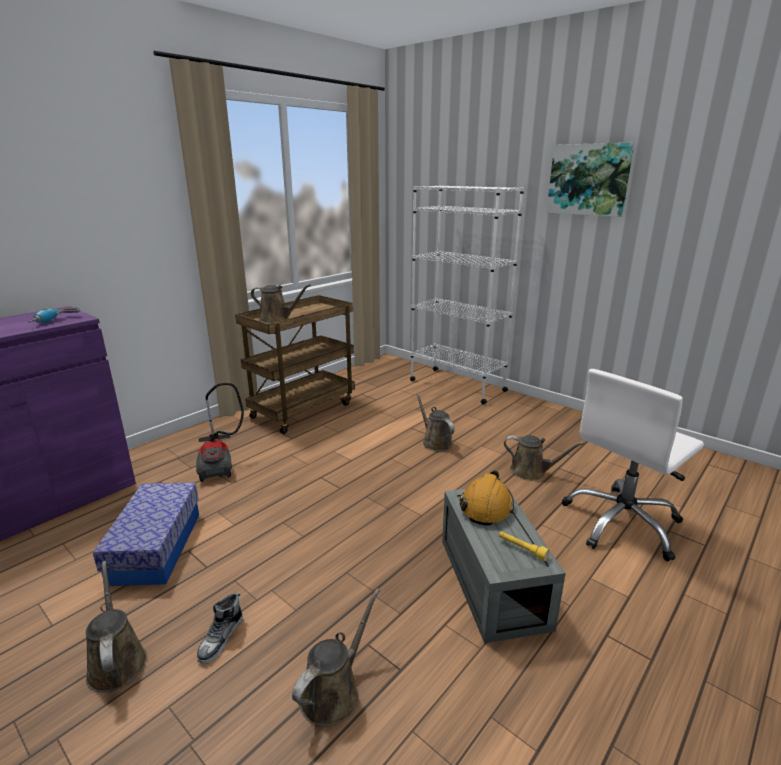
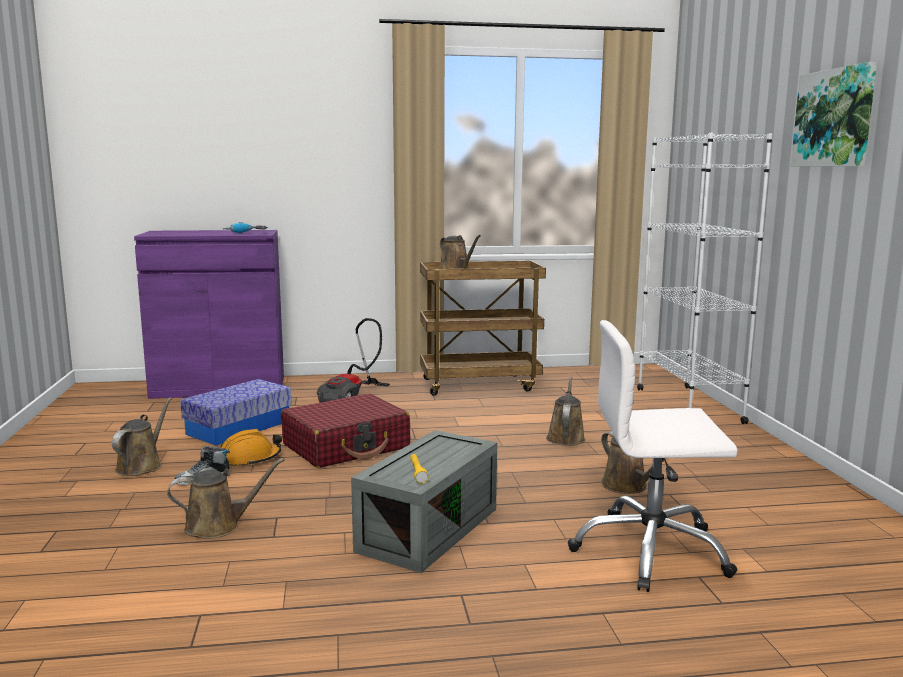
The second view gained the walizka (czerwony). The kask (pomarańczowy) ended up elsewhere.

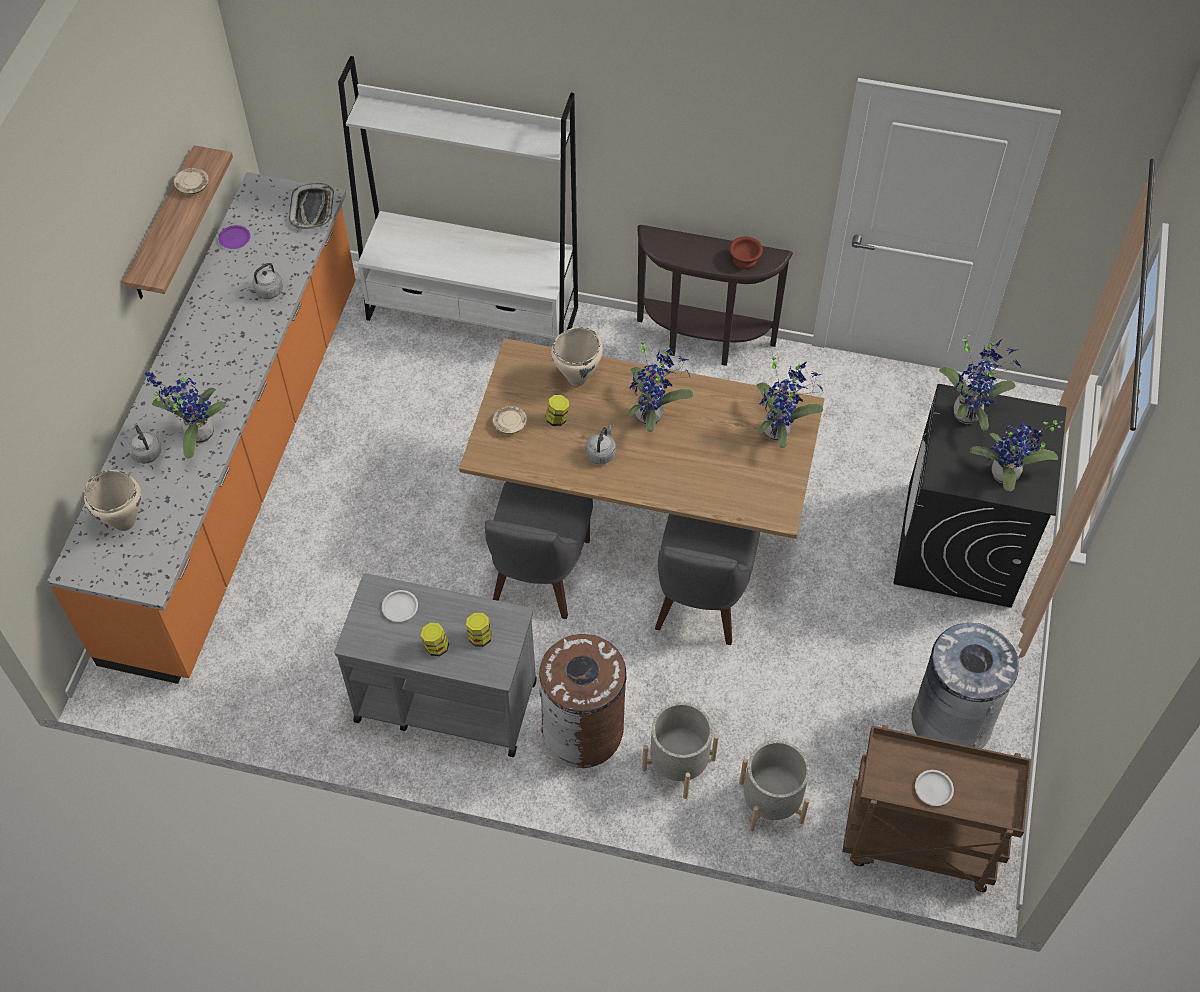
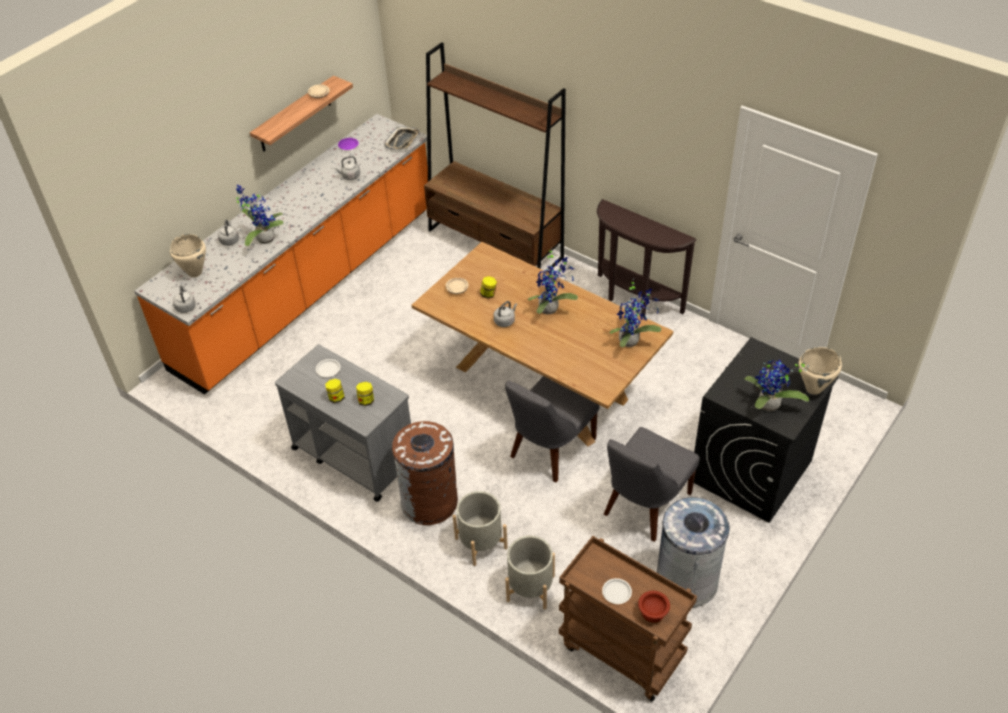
The second view lost the roślina doniczkowa (no. 4 from left). The second view gained the czajnik (szary) (no. 1 from left). The krzesło (szary) (no. 1 from left in the first image) ended up elsewhere. The garnek (beżowy) (no. 2 from left) ended up elsewhere. The miska (brązowy) ended up elsewhere. What was the regał (biały) turned into the regał (brązowy).

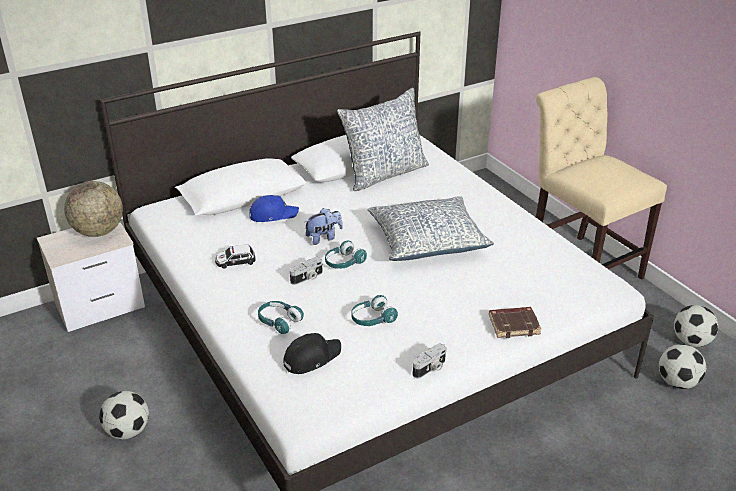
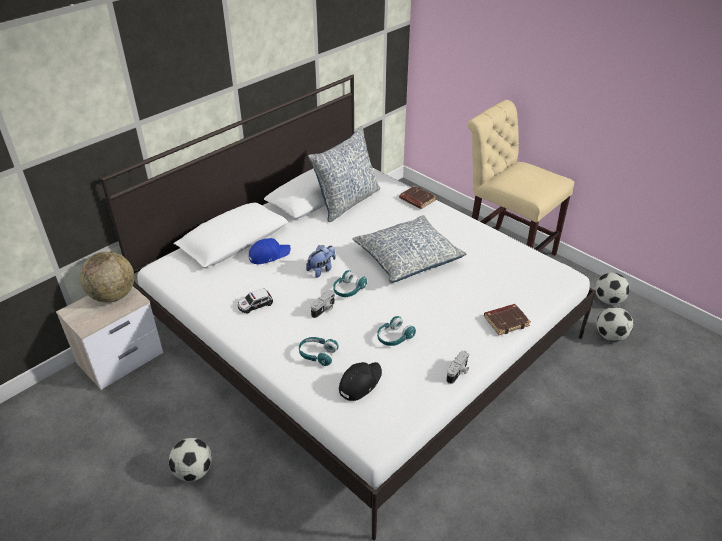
The second view gained the książka (brązowy) (no. 1 from left).

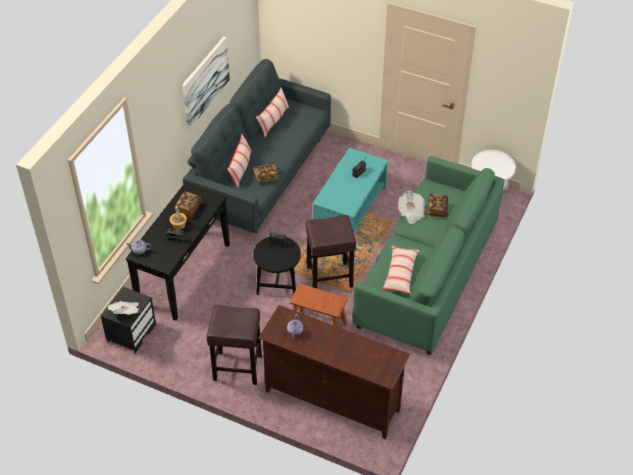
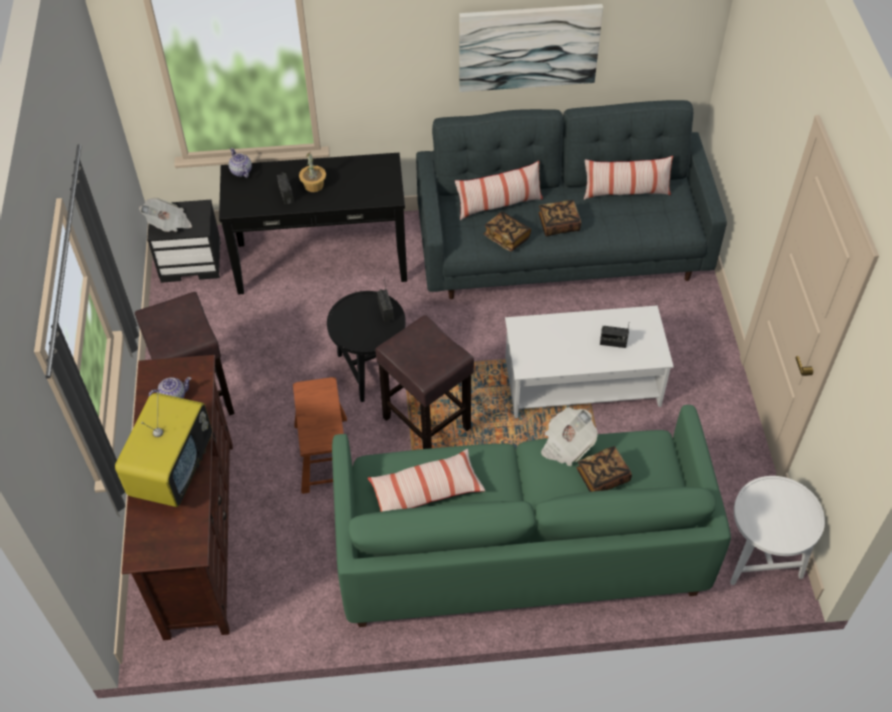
The second view gained the telewizor. The książka (no. 1 from left in the first image) ended up elsewhere. What was the ława (turkusowy) turned into the ława (biały).

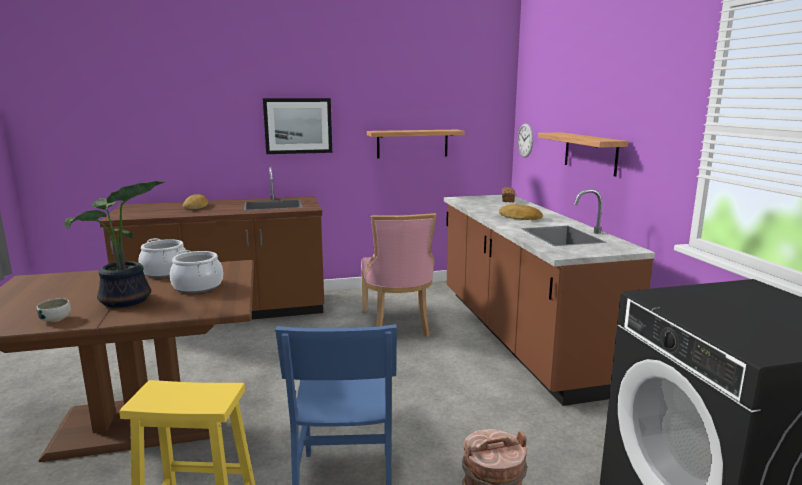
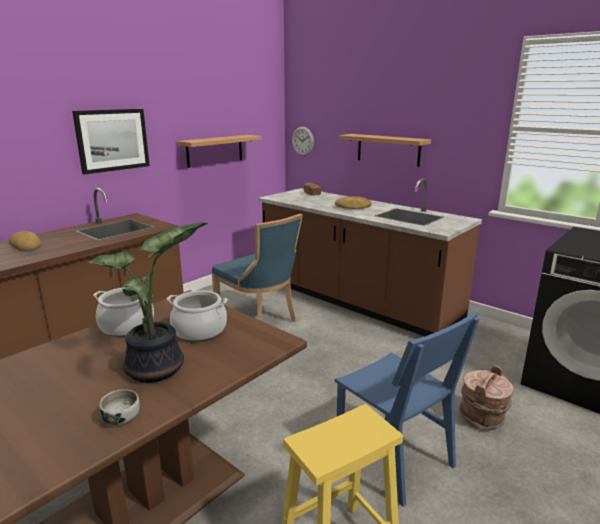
What was the krzesło (różowy) turned into the krzesło (niebieski) (no. 1 from left).

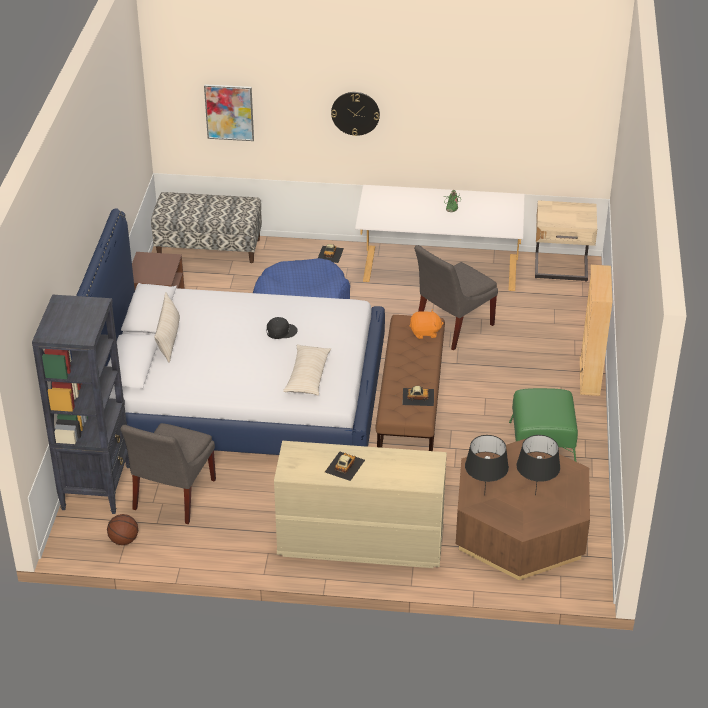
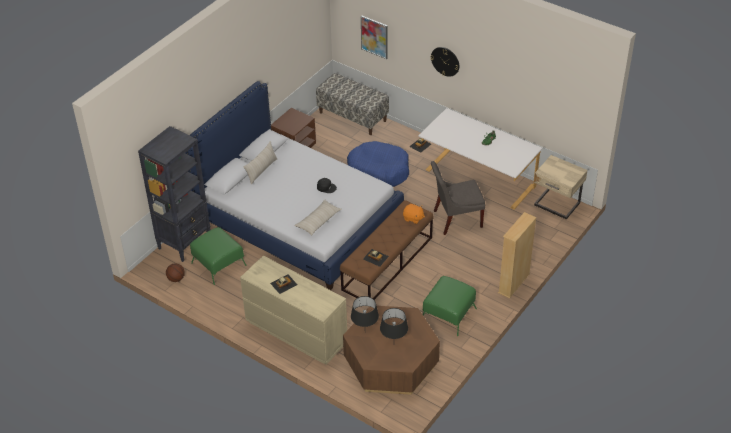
Where the krzesło (szary) (no. 1 from left) stood, the pufa (zielony) (no. 1 from left) came to stand.

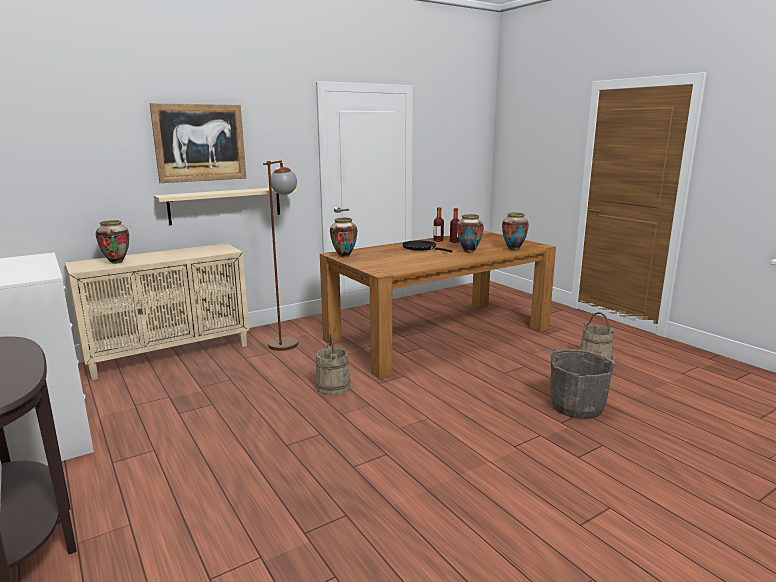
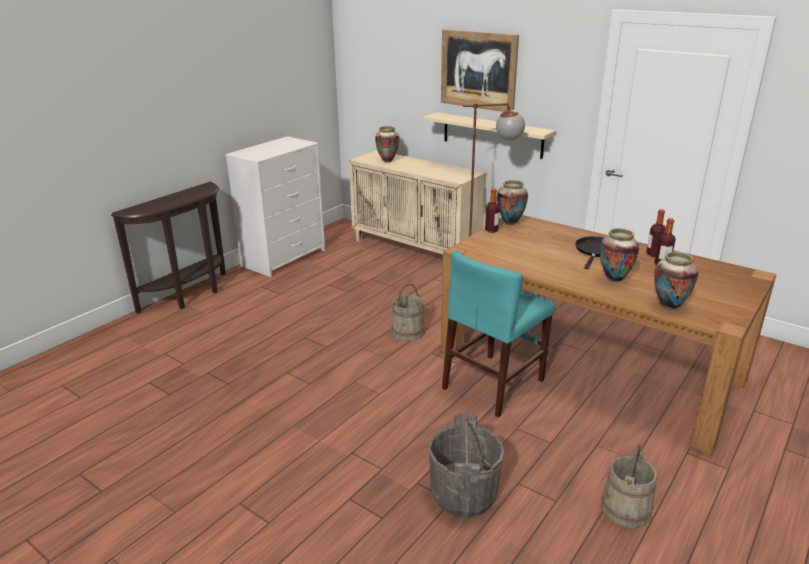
The second view gained the krzesło (turkusowy). The second view gained the butelka (no. 1 from left).

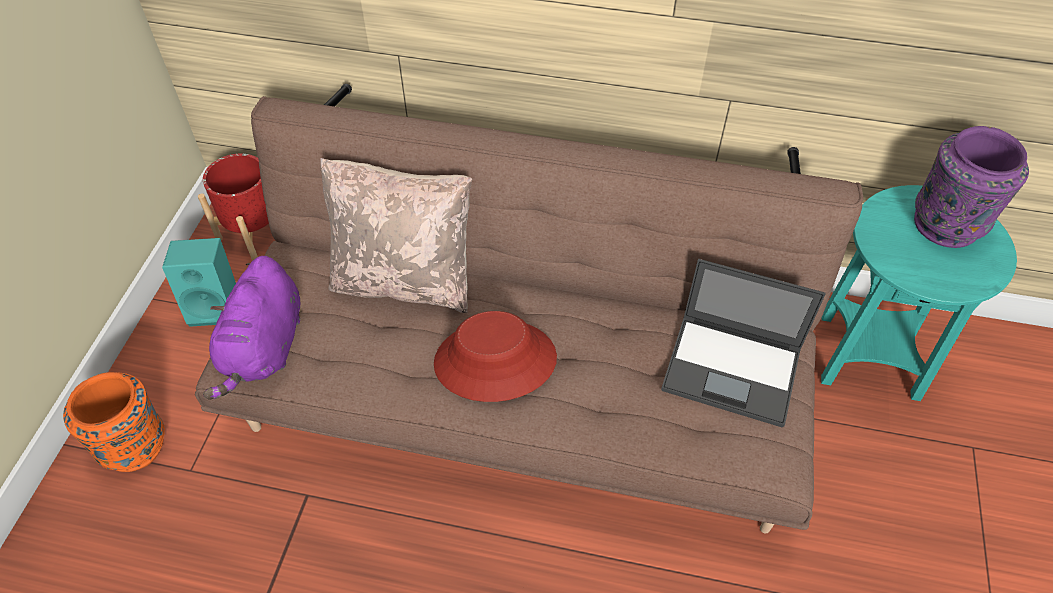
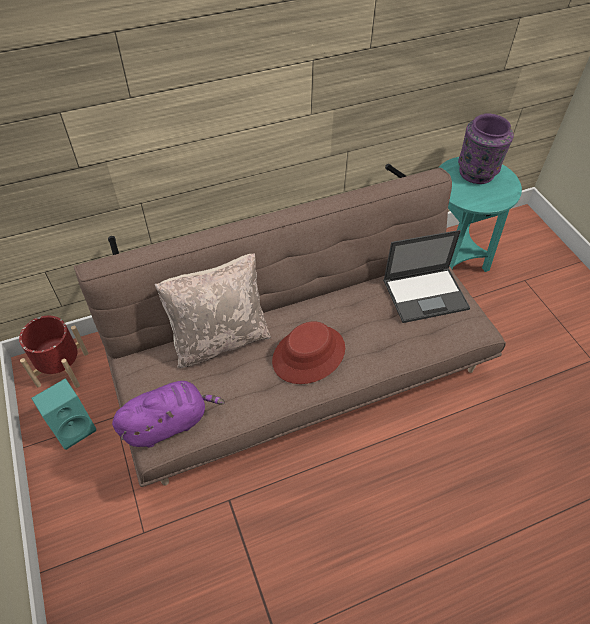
The second view lost the wazon (pomarańczowy). The pluszak (fioletowy) ended up facing another way, 90 degrees counterclockwise from before.

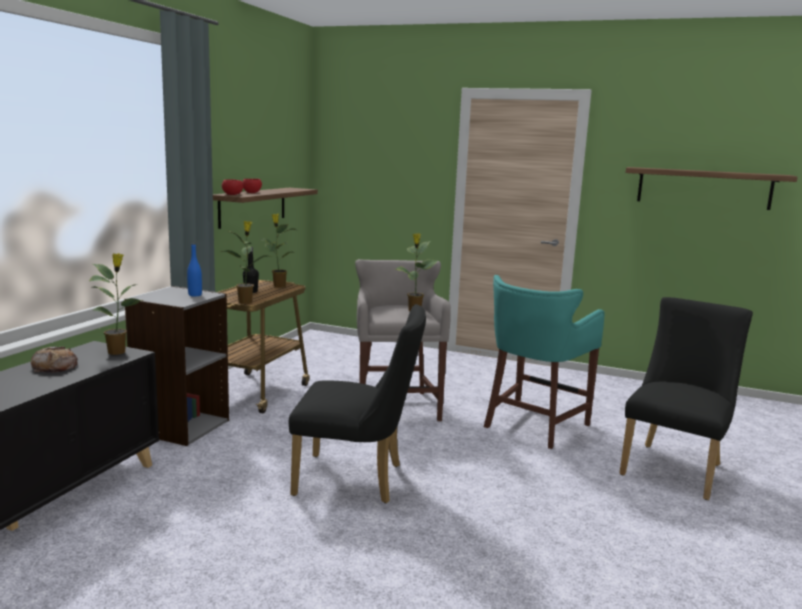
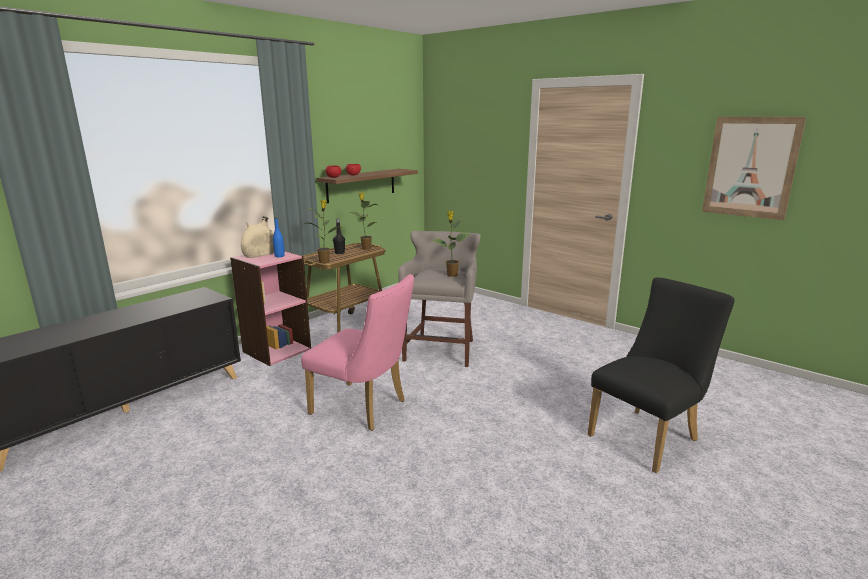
The second view lost the chleb. The second view lost the roślina doniczkowa (no. 1 from left). The second view lost the stołek (turkusowy). The second view gained the wazon (beżowy). Where the półka (no. 2 from left) hung, the obraz came to hang. What was the regał (szary) turned into the regał (różowy). What was the krzesło (czarny) (no. 1 from left) turned into the krzesło (różowy).

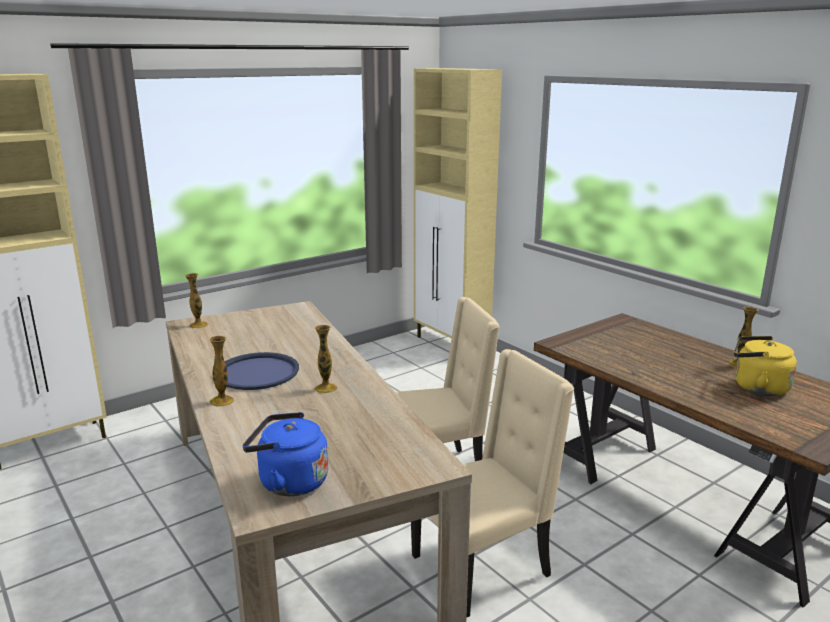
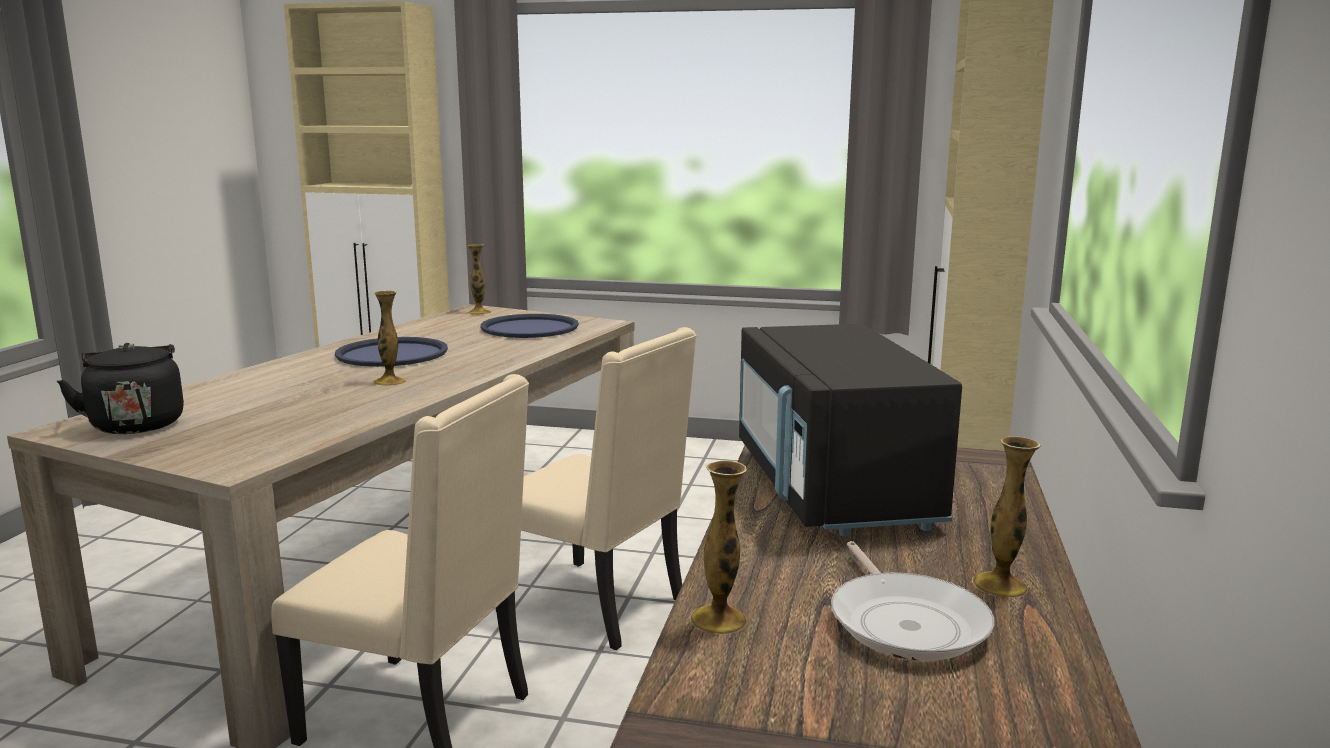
The second view gained the taca (niebieski) (no. 2 from left). The second view gained the mikrofalówka (czarny). The wazon (no. 2 from left in the first image) ended up elsewhere. Where the czajnik (żółty) stood, the patelnia came to stand. What was the czajnik (niebieski) turned into the czajnik (czarny).

